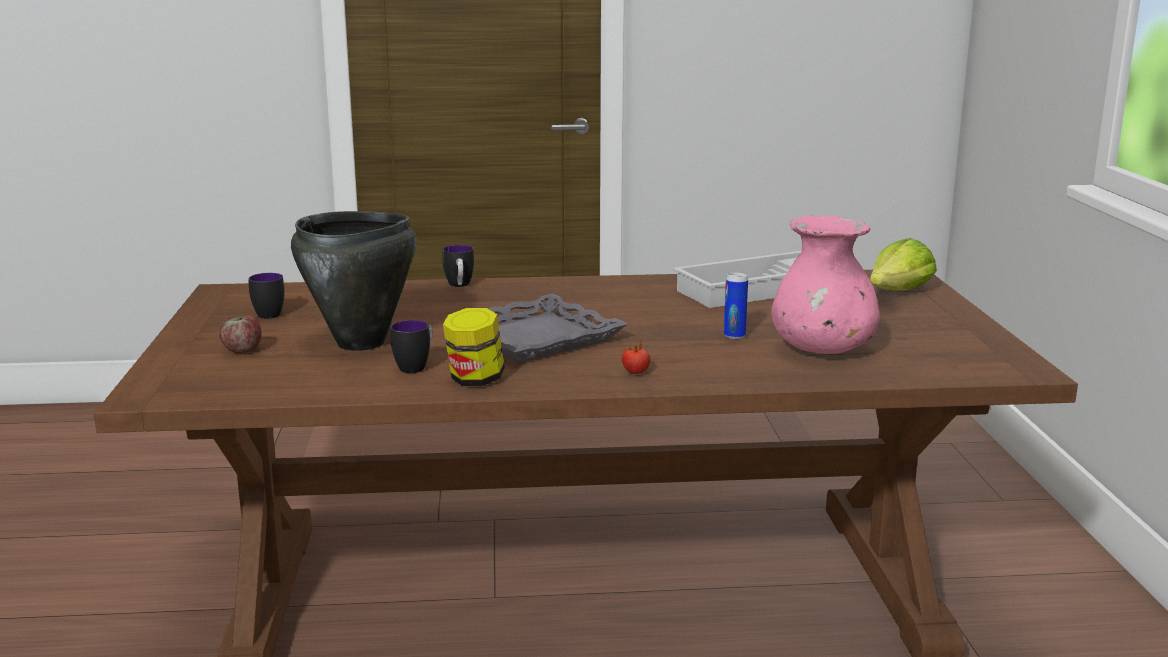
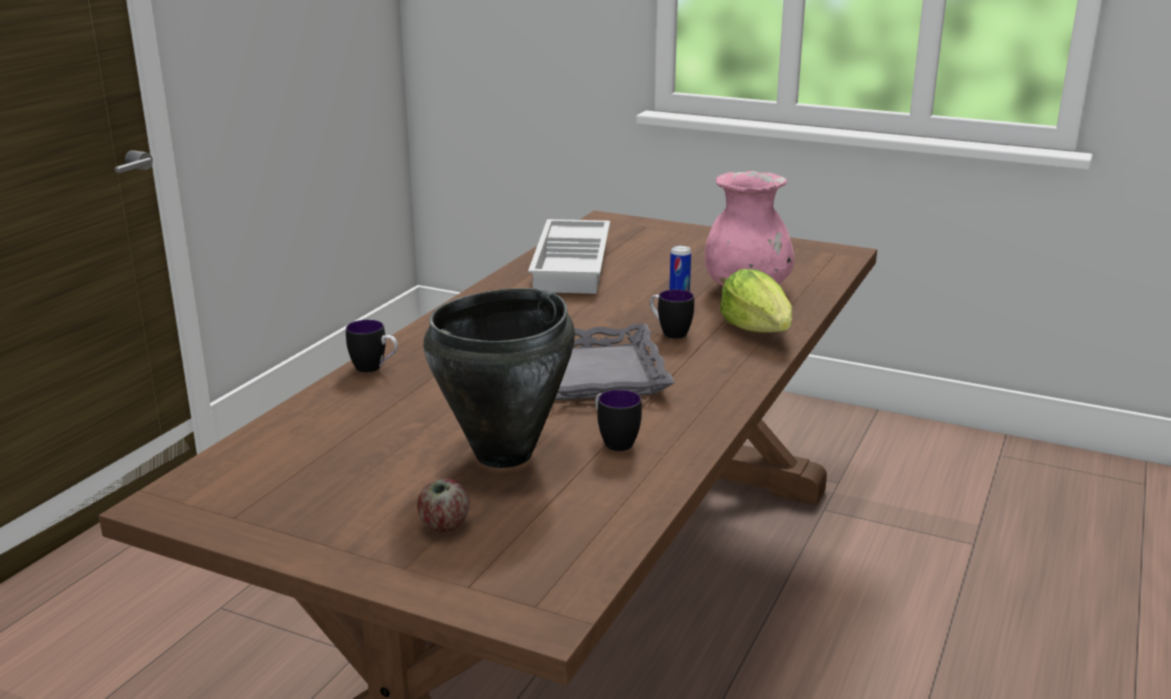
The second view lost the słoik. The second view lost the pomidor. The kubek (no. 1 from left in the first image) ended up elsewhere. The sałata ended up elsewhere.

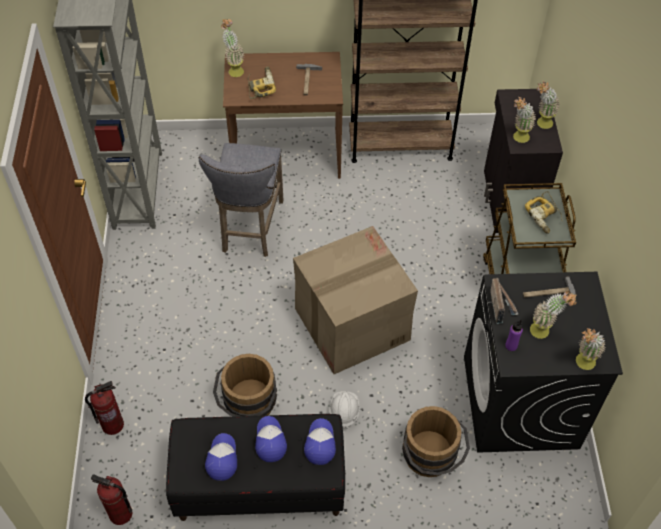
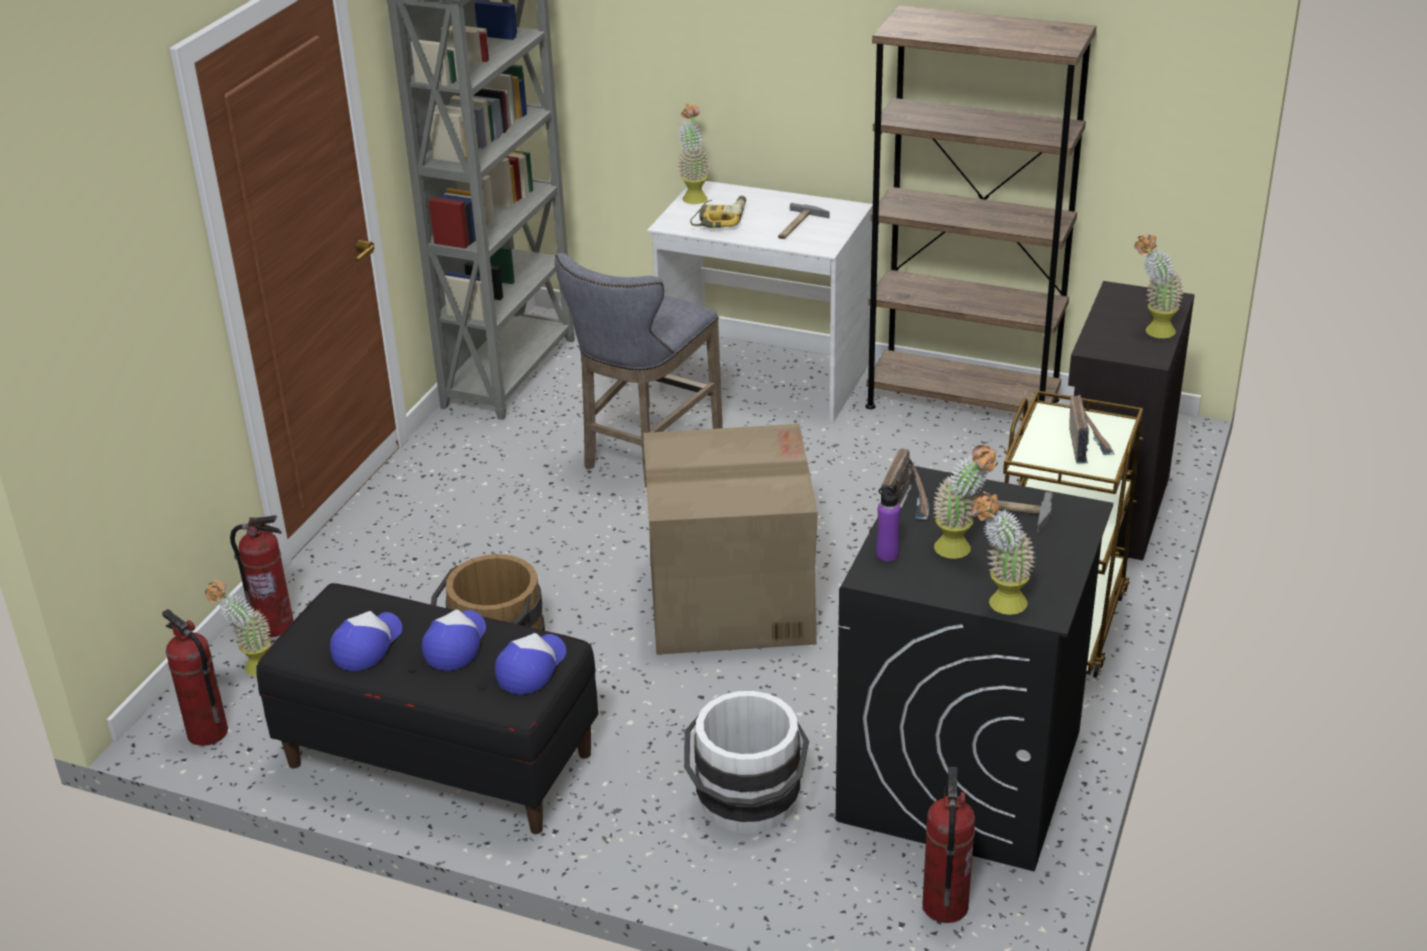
The second view lost the kask (biały). The second view gained the gaśnica (no. 3 from left). The roślina doniczkowa (no. 2 from left in the first image) ended up elsewhere. Where the wiertarka (no. 2 from left) stood, the radio (no. 2 from left) came to stand. What was the biurko (brązowy) turned into the biurko (biały). What was the wiadro (brązowy) (no. 2 from left) turned into the wiadro (biały).

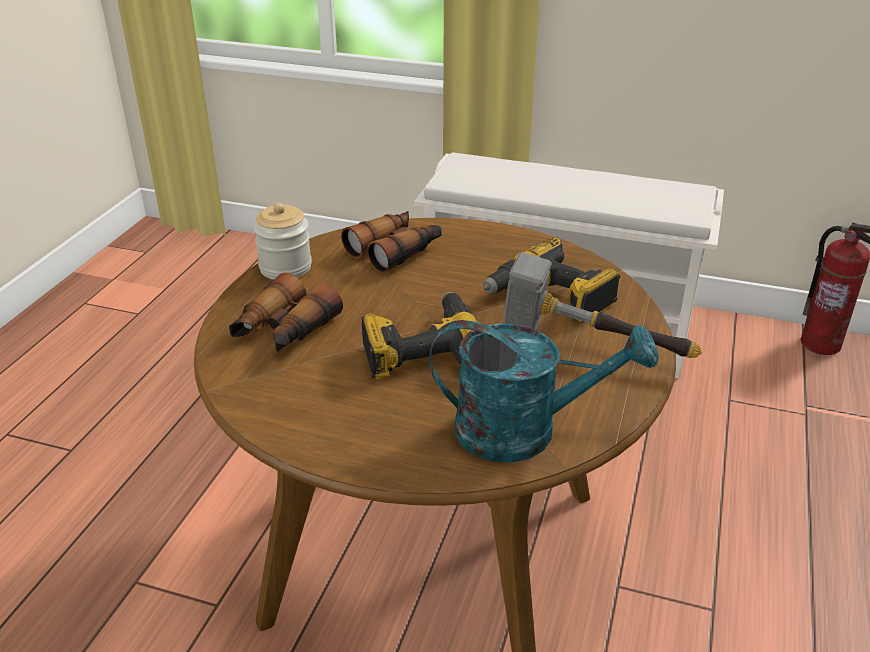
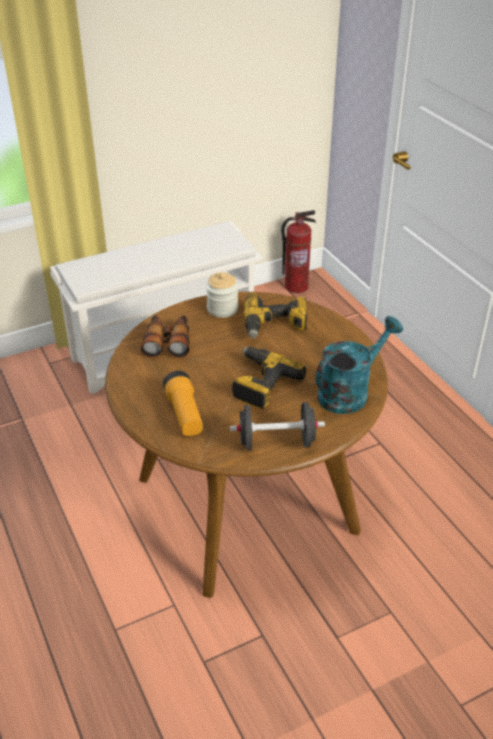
The second view lost the młotek. The second view gained the hantel (czarny). The słoik ended up elsewhere. Where the lornetka (no. 1 from left) stood, the latarka came to stand.

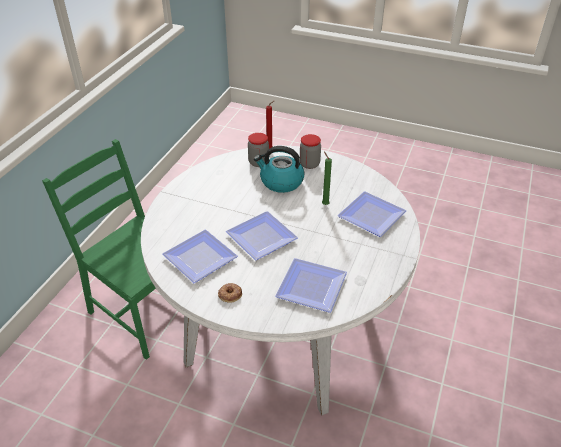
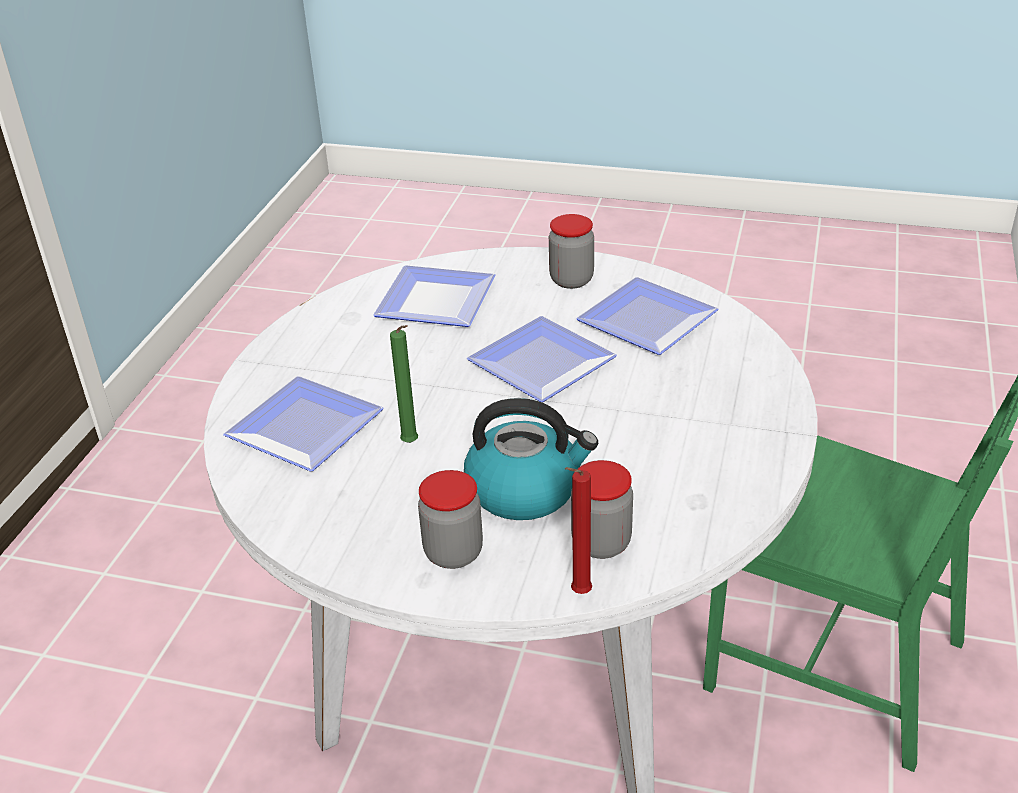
Where the donut stood, the słoik (no. 2 from left) came to stand.

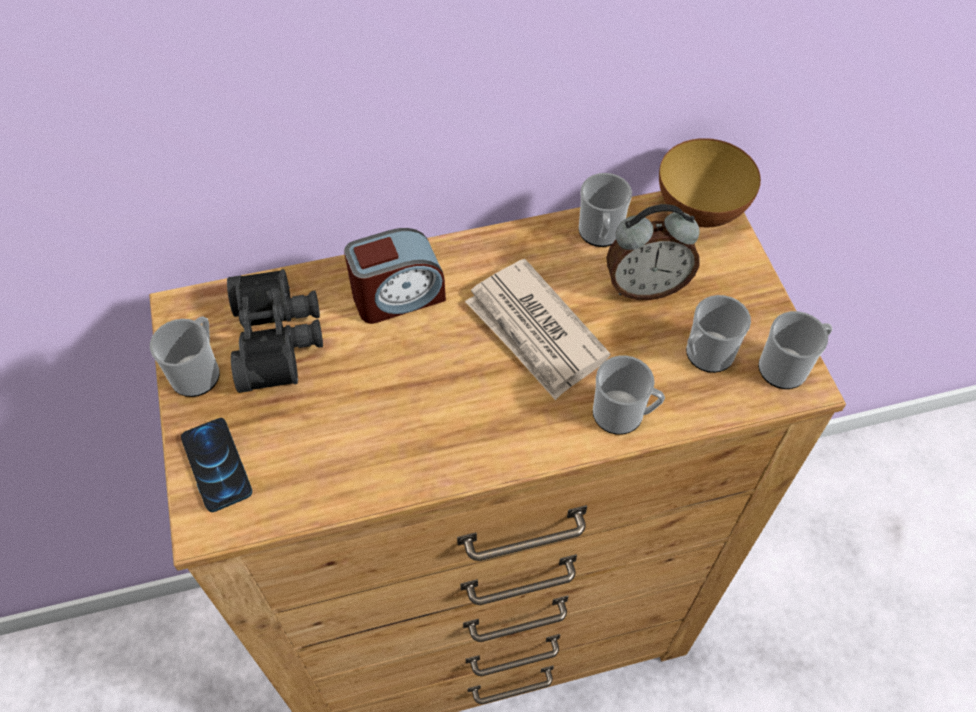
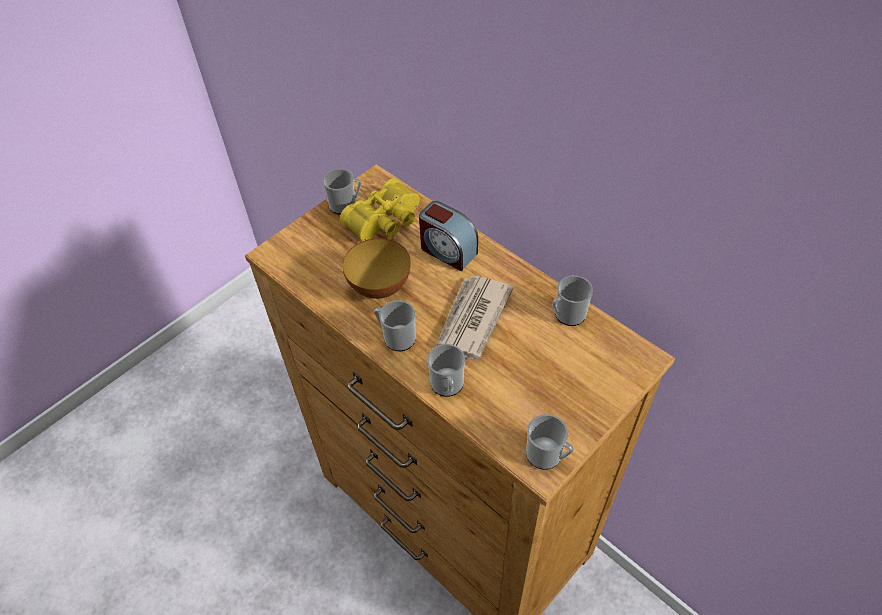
The second view lost the telefon. The second view lost the budzik (no. 2 from left). The miska ended up elsewhere. The kubek (no. 4 from left in the first image) ended up elsewhere. What was the lornetka (czarny) turned into the lornetka (żółty).

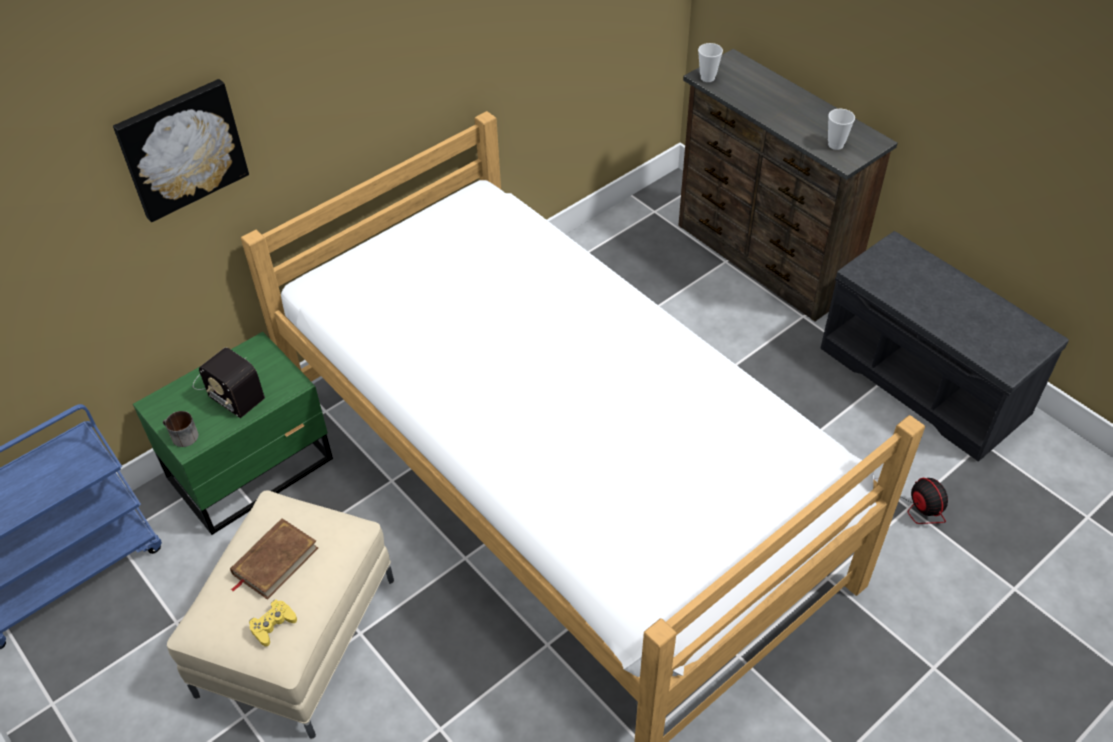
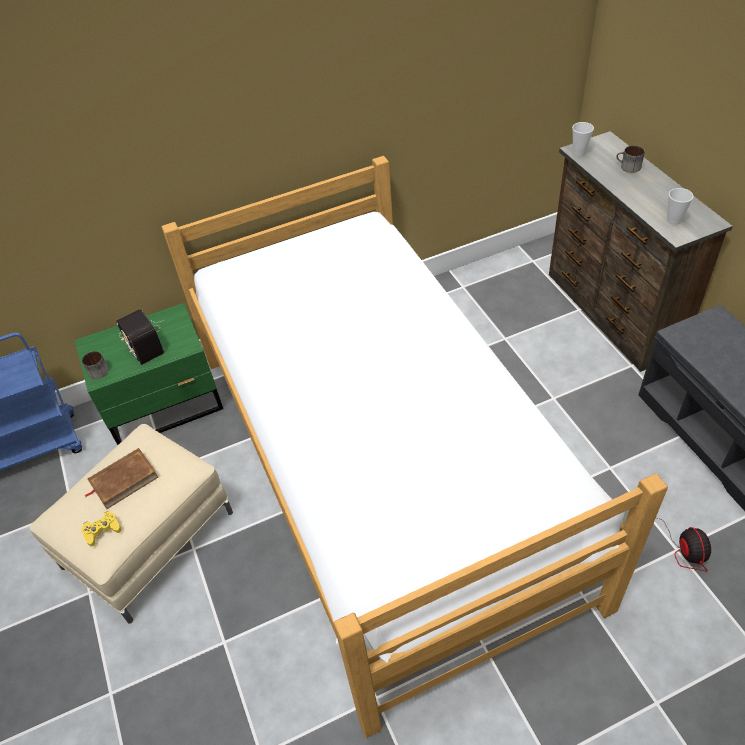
The second view lost the obraz. The second view gained the kubek (no. 2 from left).

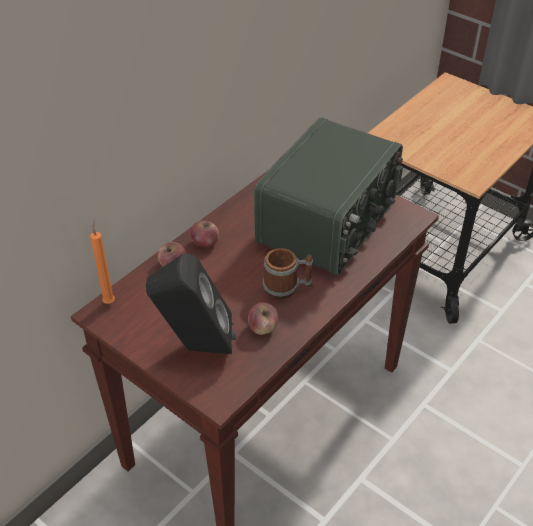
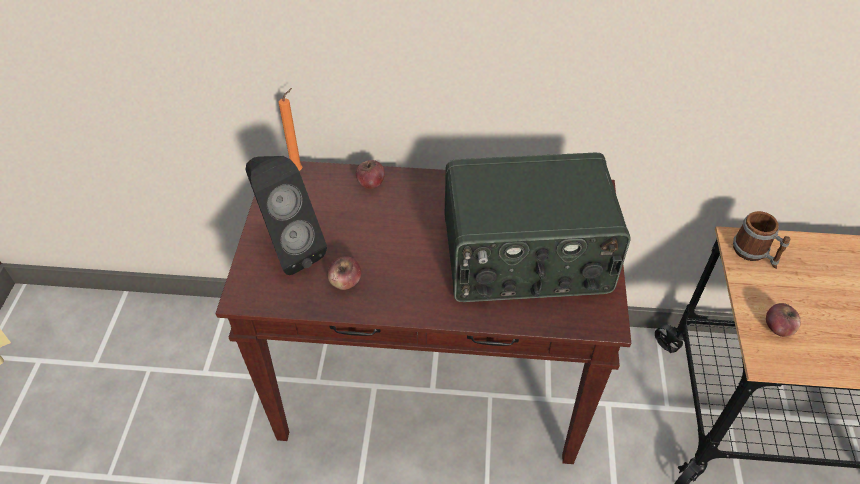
The jabłko (no. 2 from left in the first image) ended up elsewhere. The kubek ended up elsewhere.

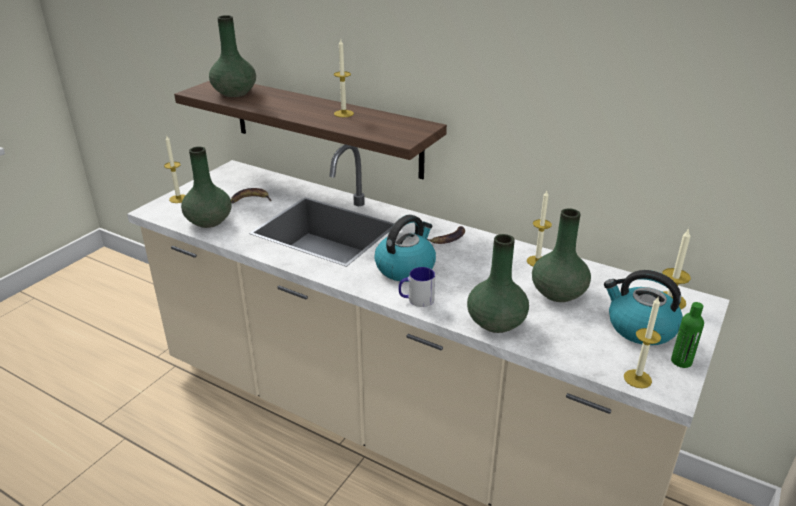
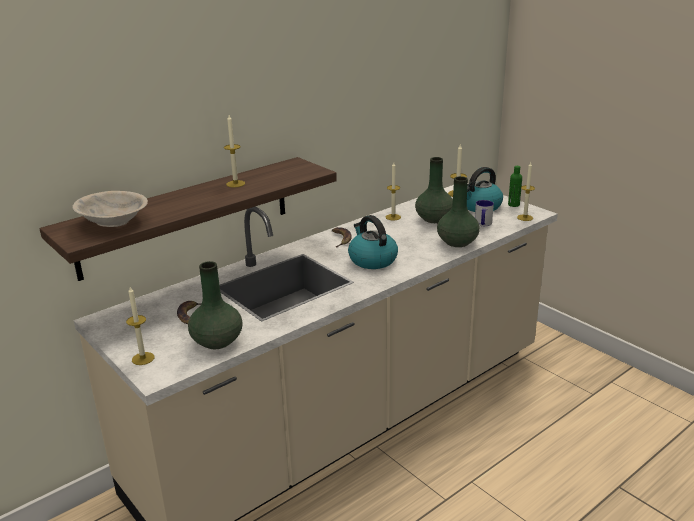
The kubek ended up elsewhere. Where the wazon (zielony) (no. 2 from left) stood, the miska (beżowy) came to stand.

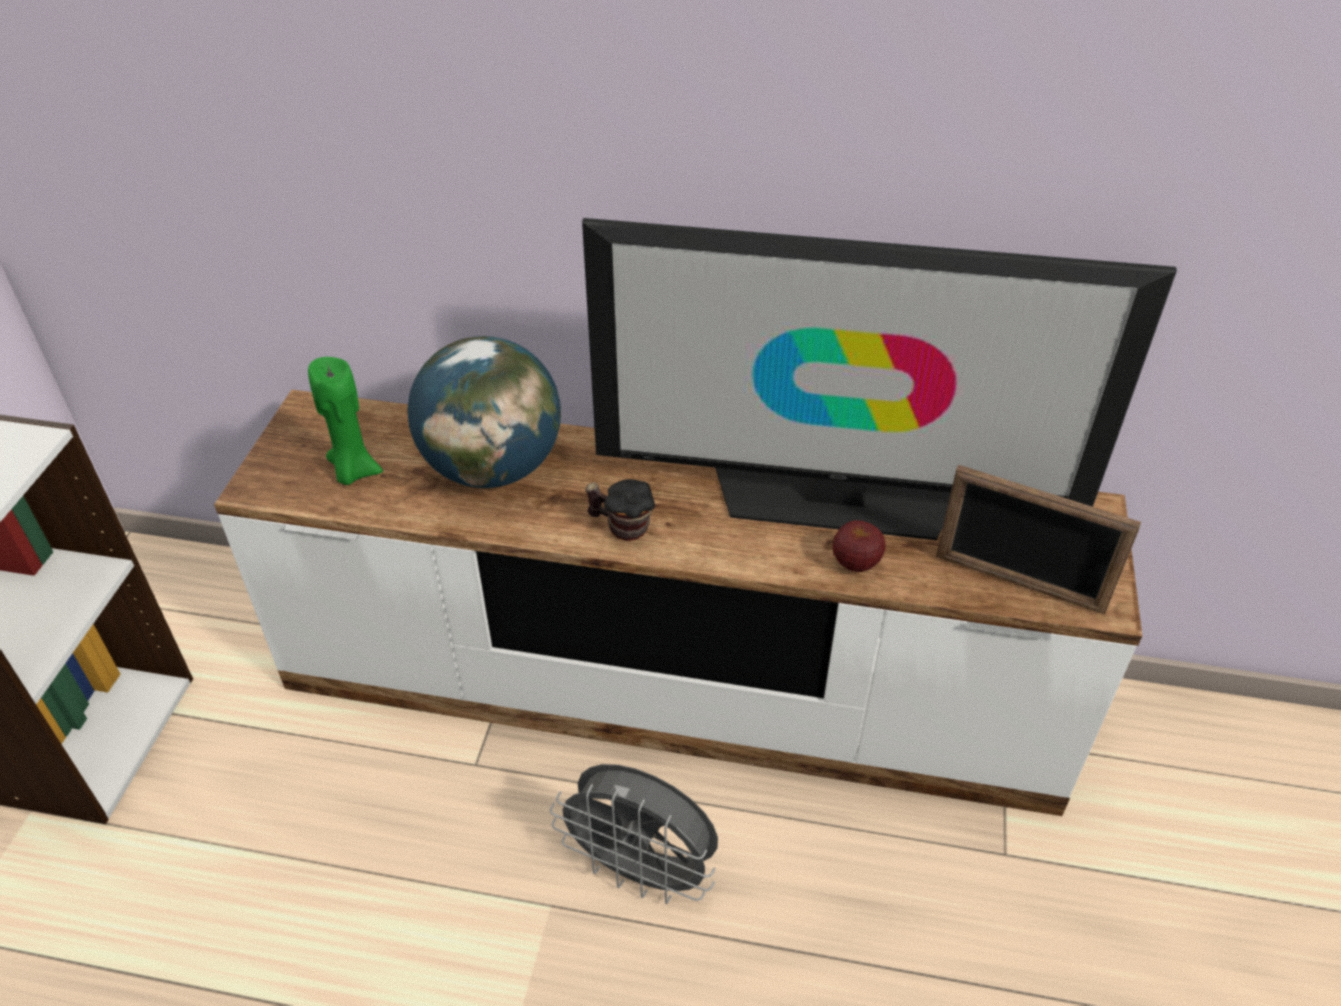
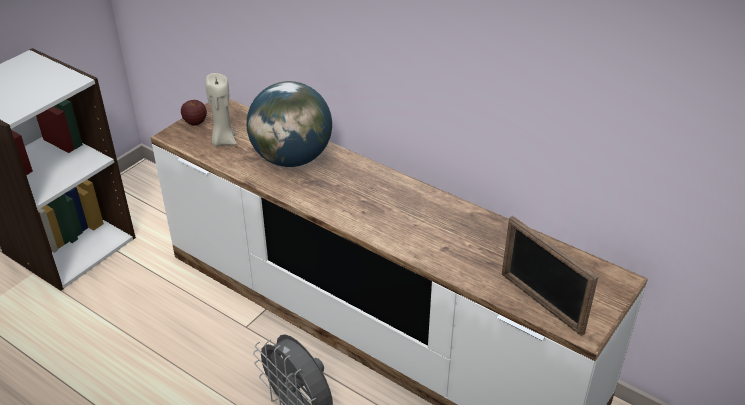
The second view lost the telewizor. The second view lost the kubek. The jabłko ended up elsewhere. What was the świeca (zielony) turned into the świeca (beżowy).

